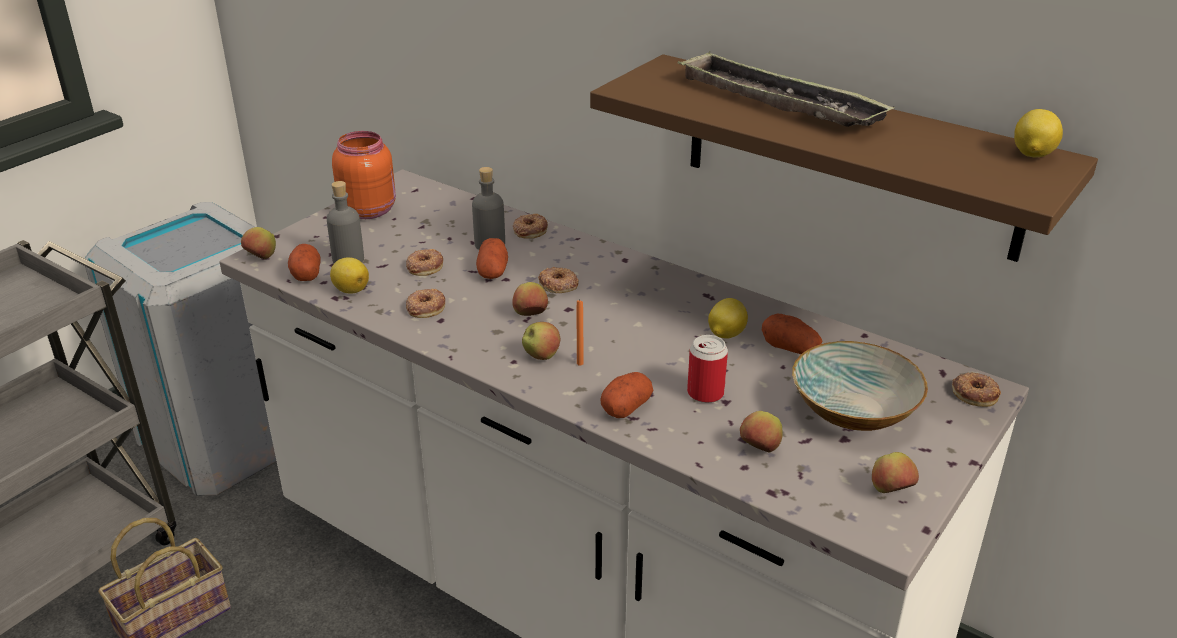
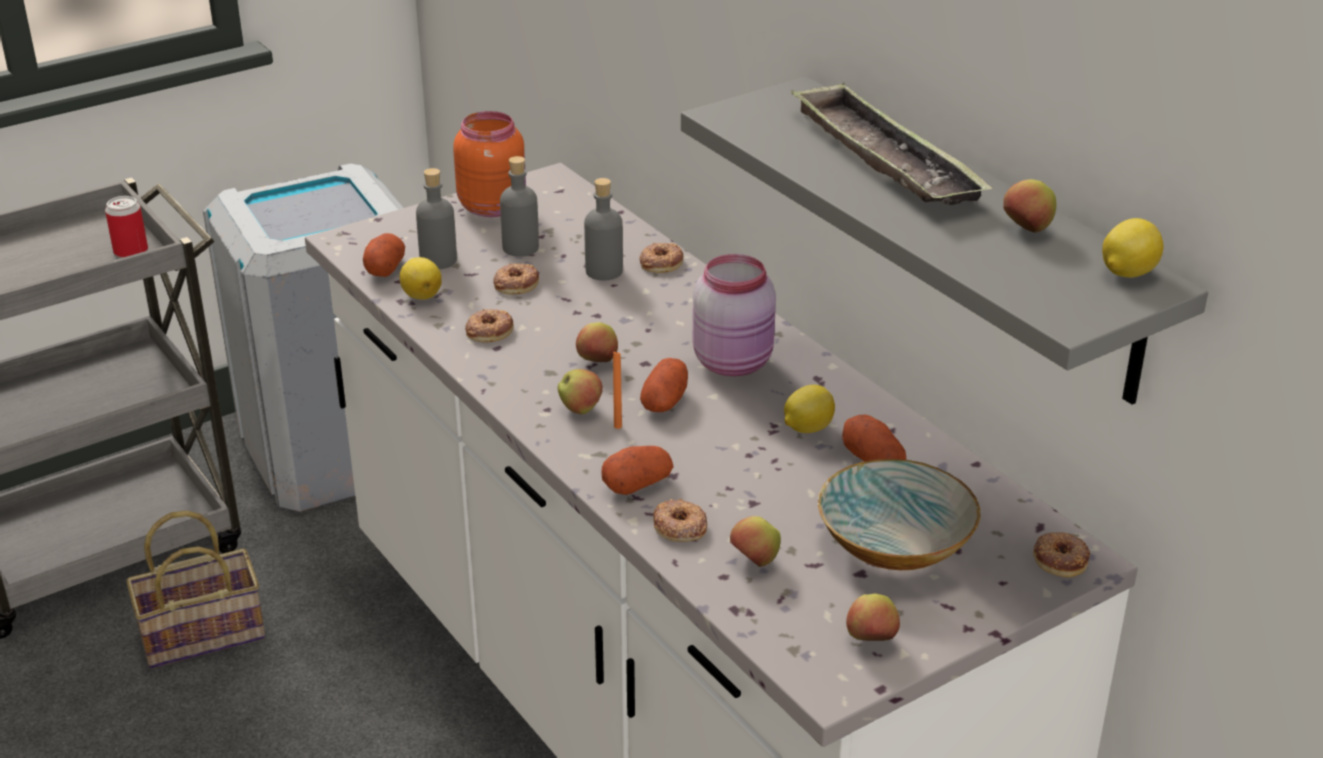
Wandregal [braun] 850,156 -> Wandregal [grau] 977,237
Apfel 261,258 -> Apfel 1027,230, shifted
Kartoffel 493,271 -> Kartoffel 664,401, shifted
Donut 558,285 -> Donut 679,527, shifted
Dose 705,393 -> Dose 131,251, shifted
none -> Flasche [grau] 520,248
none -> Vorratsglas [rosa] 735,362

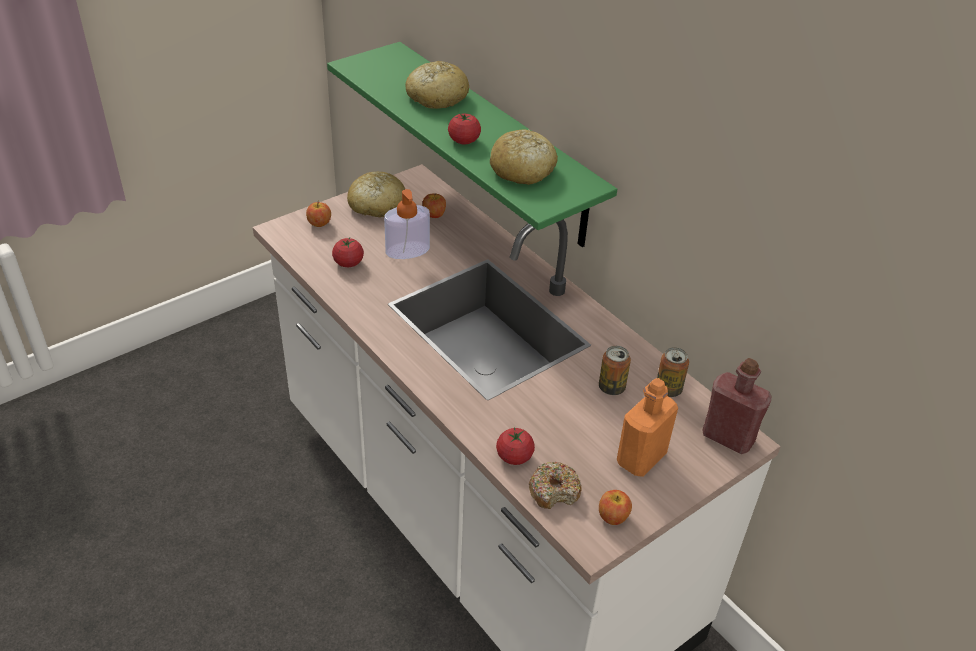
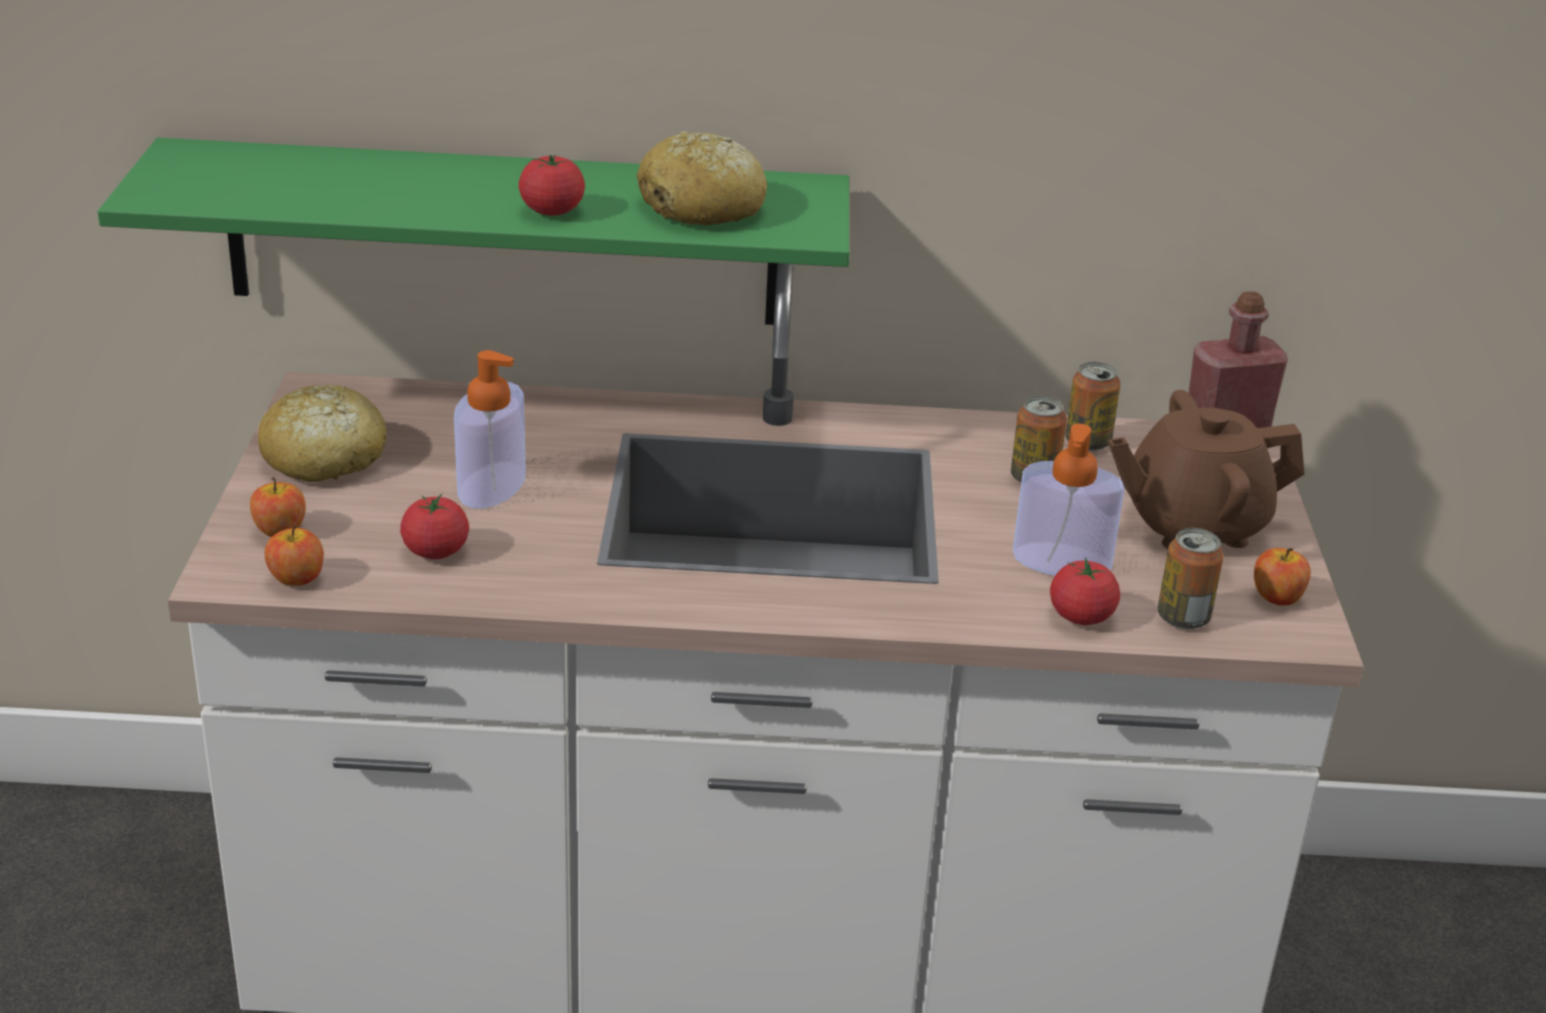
Brot 436,97 -> none
Apfel 434,214 -> Apfel 296,579, shifted
Flasche [orange] 641,458 -> Teekanne [braun] 1192,525
Donut 554,491 -> Dose 1183,618
none -> Seifenspender 1061,561

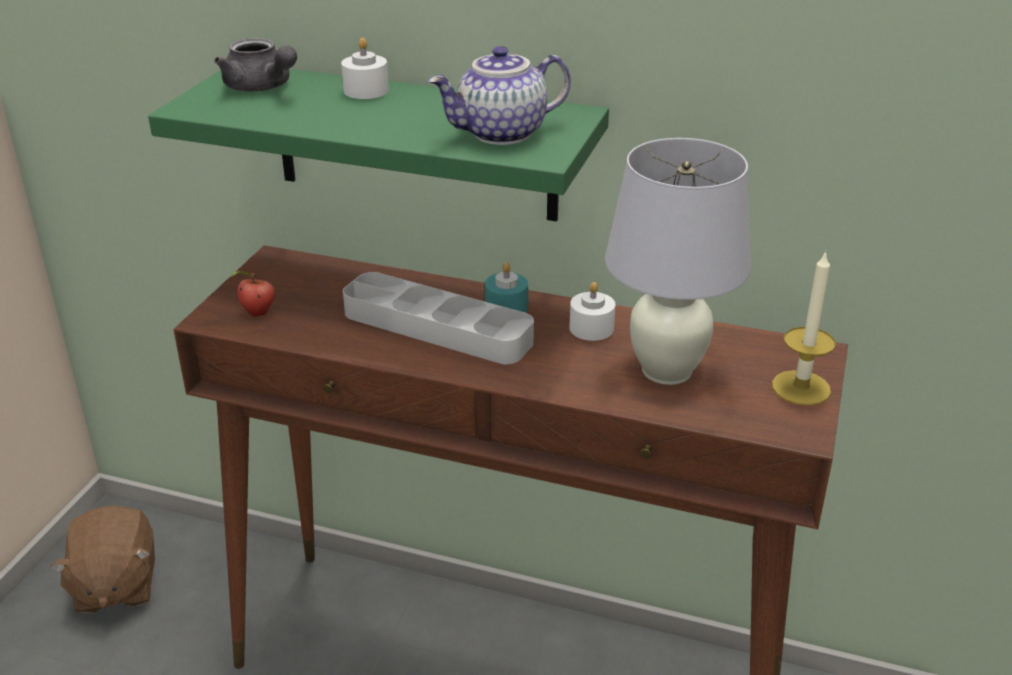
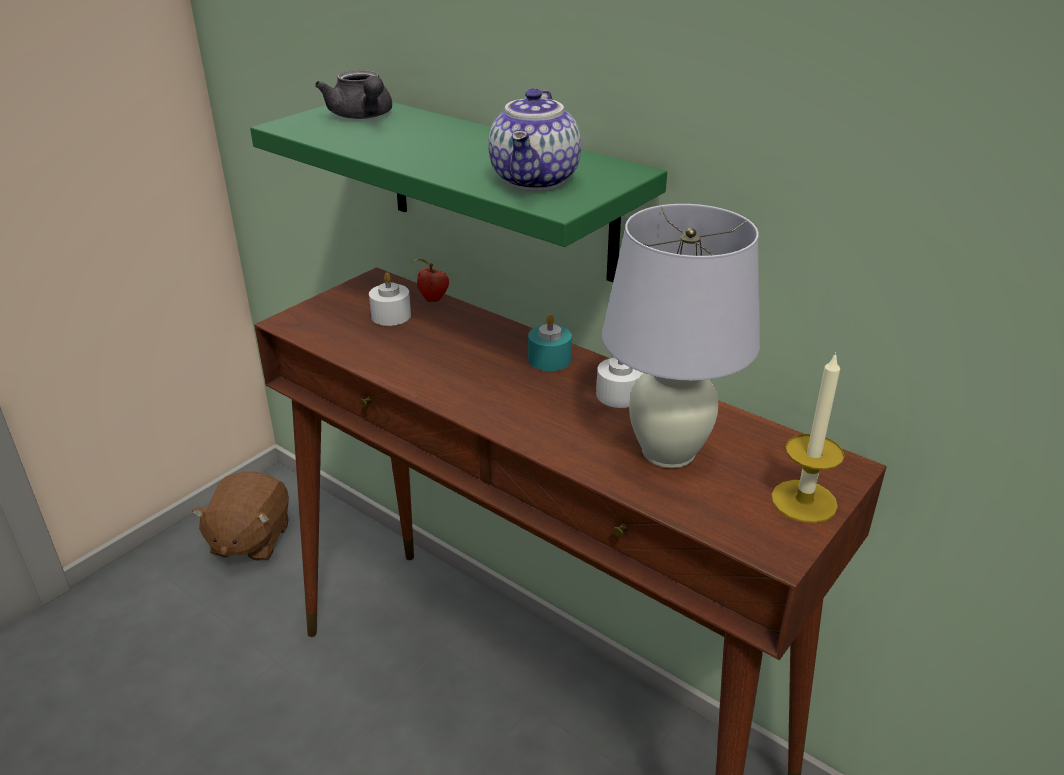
Kerze [weiß] 366,90 -> Kerze [weiß] 391,316, shifted
Teekanne 501,134 -> Teekanne 536,181, 75 degrees counterclockwise
Apfel 257,313 -> Apfel 432,299, shifted
Tablett [grau] 437,327 -> none

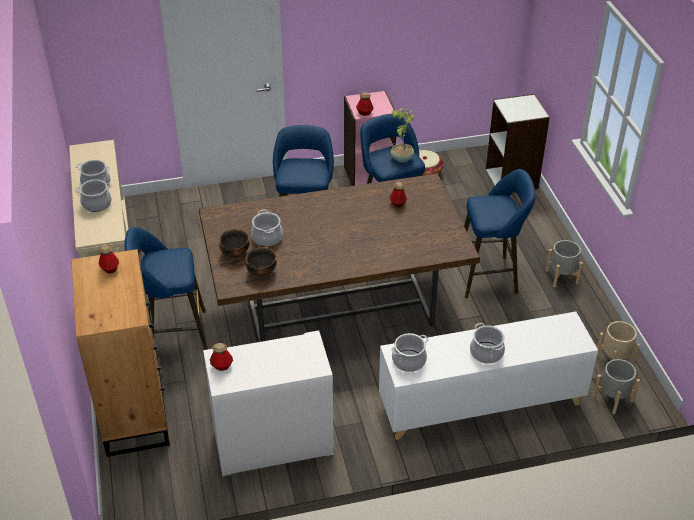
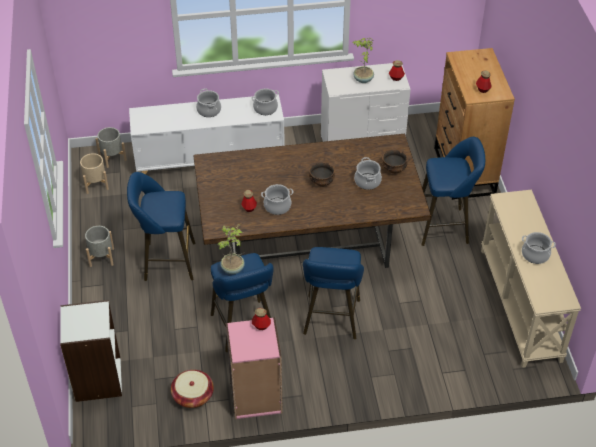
Kochtopf 97,204 -> Kochtopf 277,206, shifted
Schüssel 261,271 -> Schüssel 322,182, shifted
none -> Topfpflanze 362,79

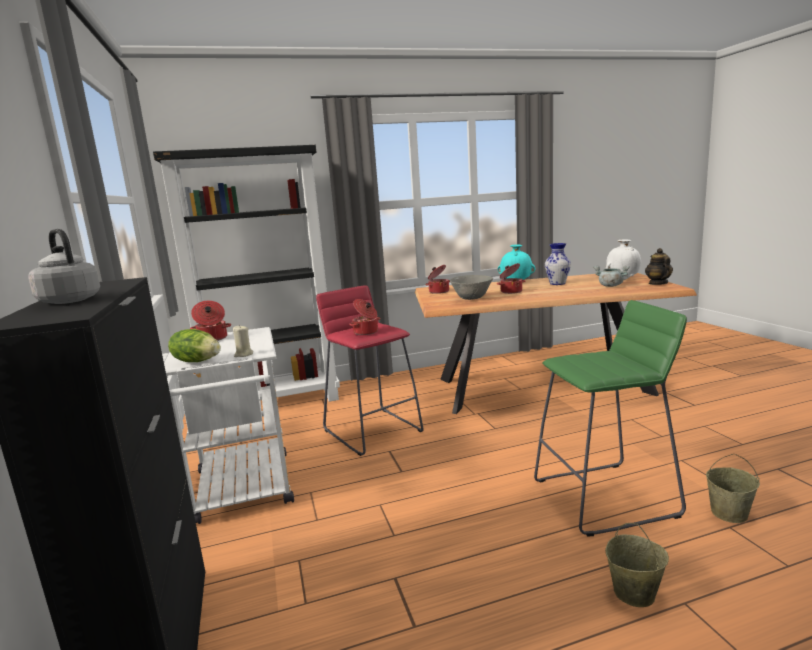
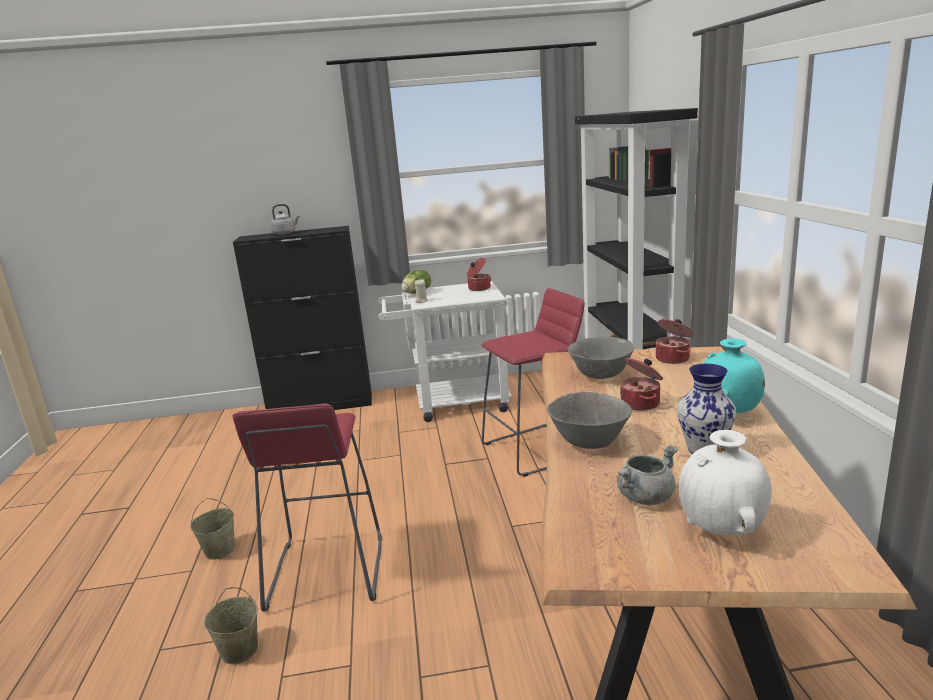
Teekanne 658,283 -> none
Kochtopf 366,332 -> none
Hocker [grün] 606,497 -> Hocker [rot] 325,572
none -> Schüssel [grau] 589,443

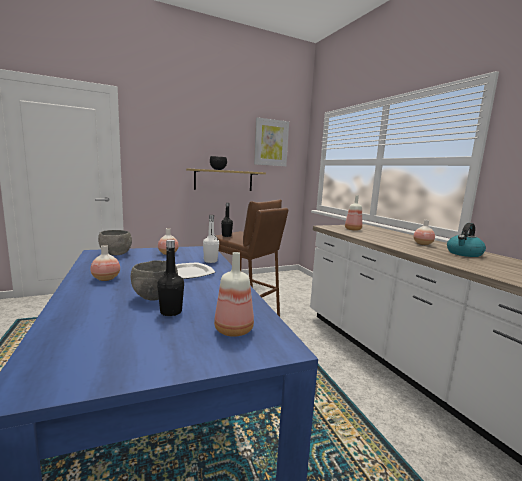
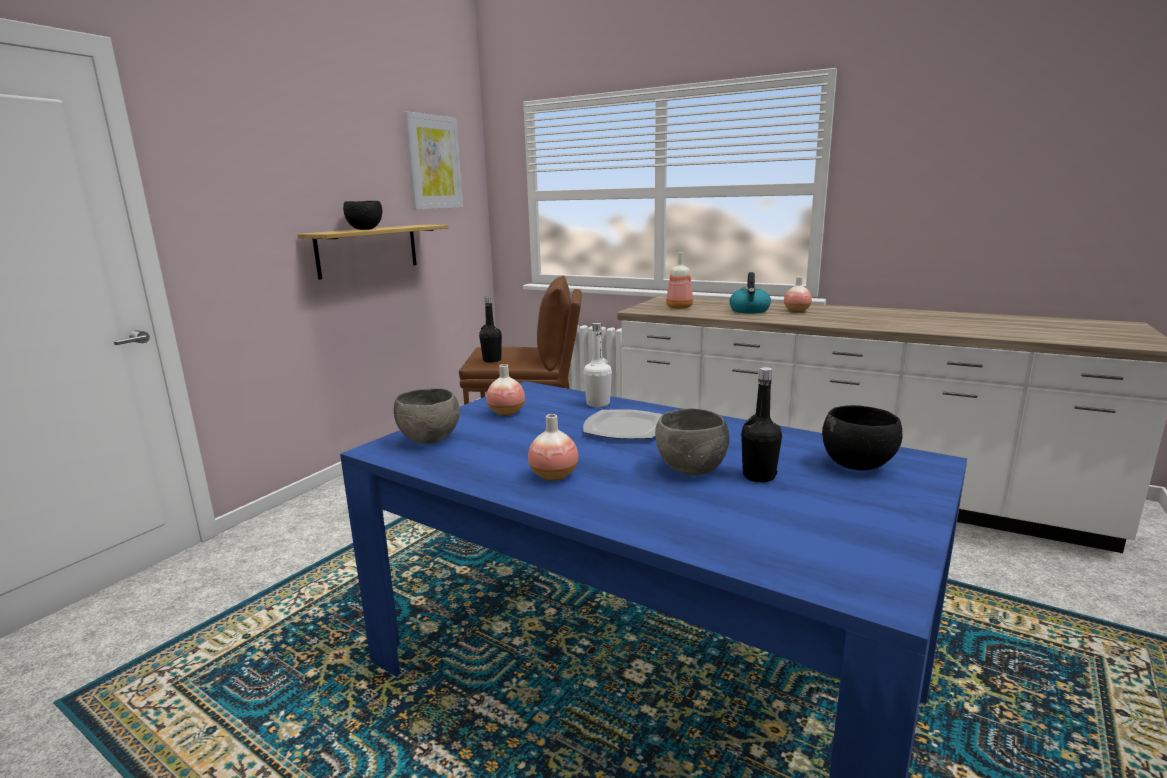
Wasserkessel 464,254 -> Wasserkessel 749,311, shifted
Flasche 233,329 -> Schüssel [schwarz] 857,465

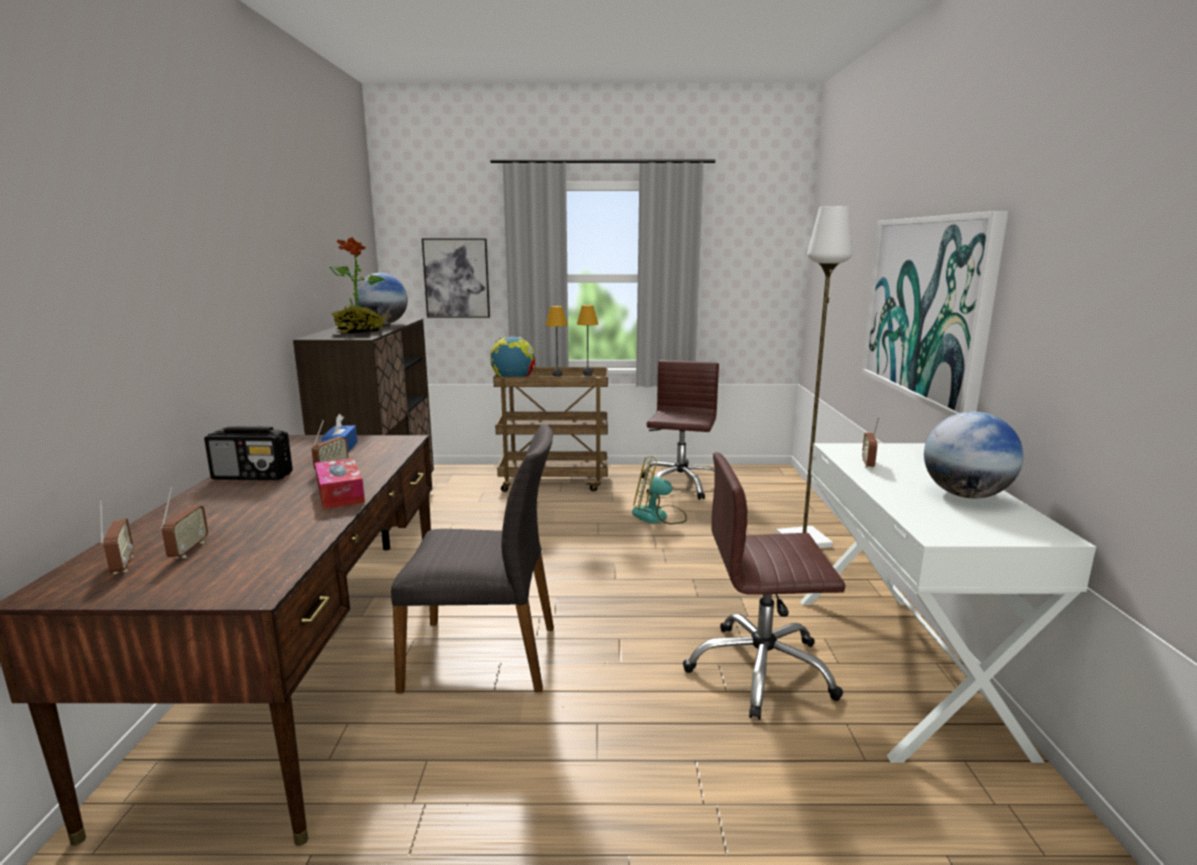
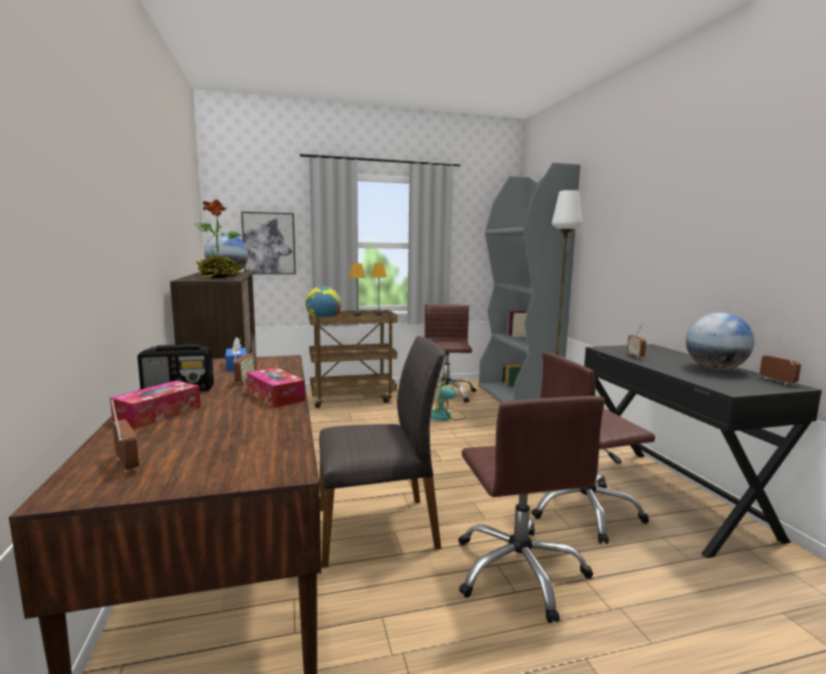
Bild 925,308 -> none
Schreibtisch [weiß] 902,667 -> Schreibtisch [schwarz] 668,496
Radio 188,550 -> Radio 777,381, shifted
none -> Bücherregal [grau] 518,397
none -> Taschentuchbox 158,414
none -> Bürostuhl [braun] 519,571

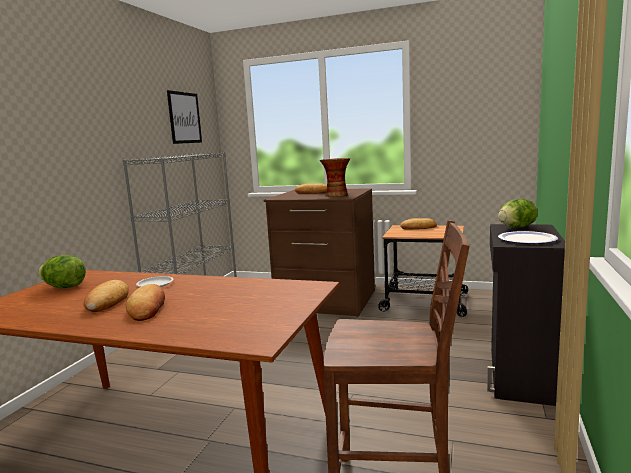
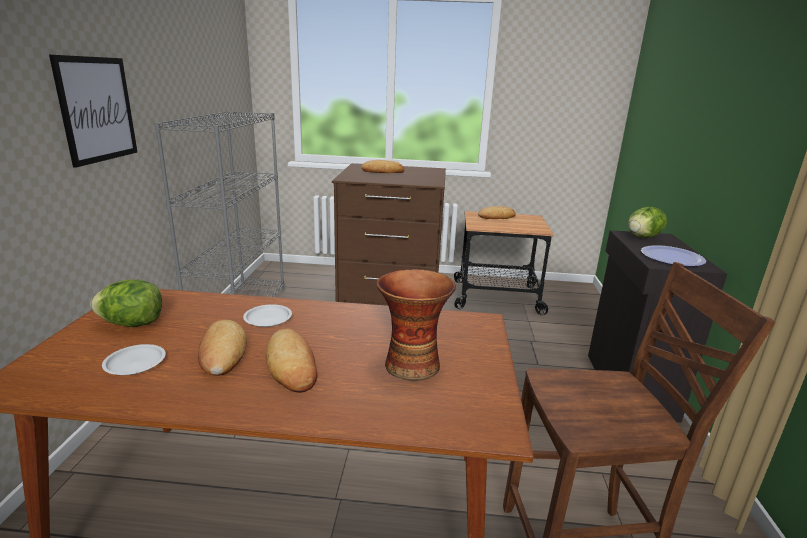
Bild 184,118 -> Bild 97,109, shifted
Vase 336,195 -> Vase 411,364, shifted
none -> Teller [weiß] 134,363

